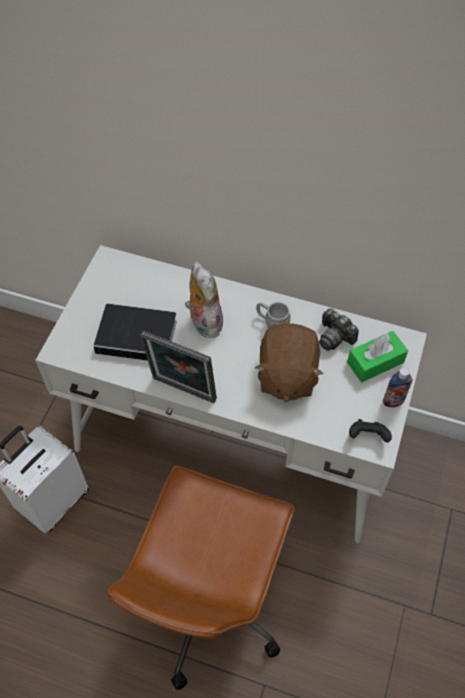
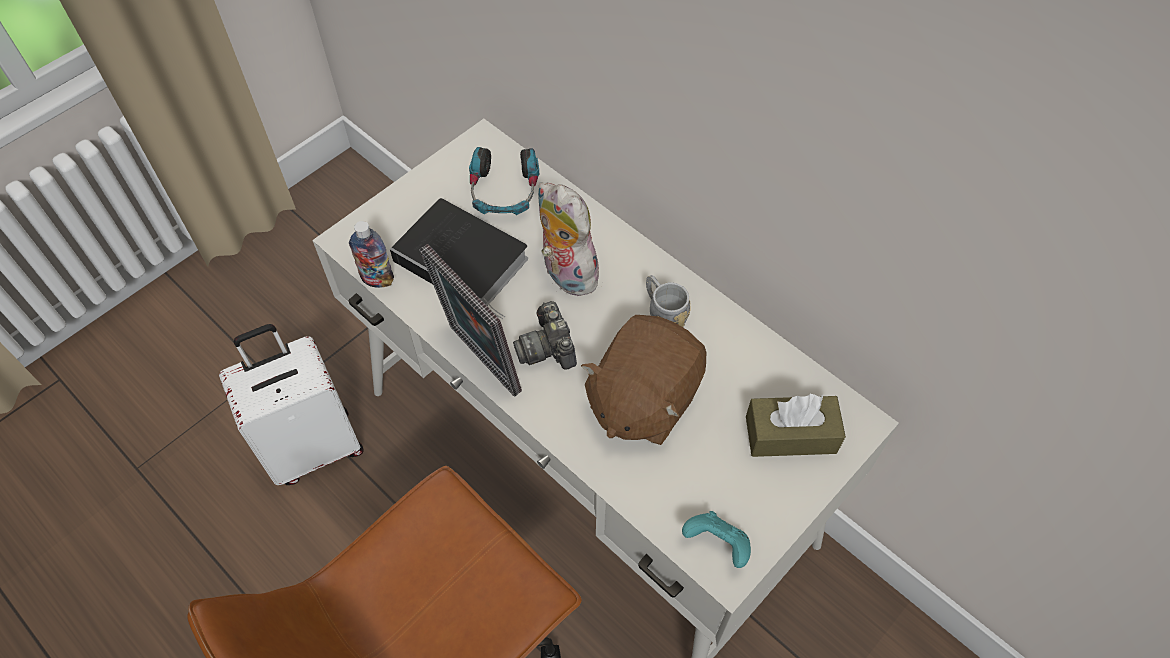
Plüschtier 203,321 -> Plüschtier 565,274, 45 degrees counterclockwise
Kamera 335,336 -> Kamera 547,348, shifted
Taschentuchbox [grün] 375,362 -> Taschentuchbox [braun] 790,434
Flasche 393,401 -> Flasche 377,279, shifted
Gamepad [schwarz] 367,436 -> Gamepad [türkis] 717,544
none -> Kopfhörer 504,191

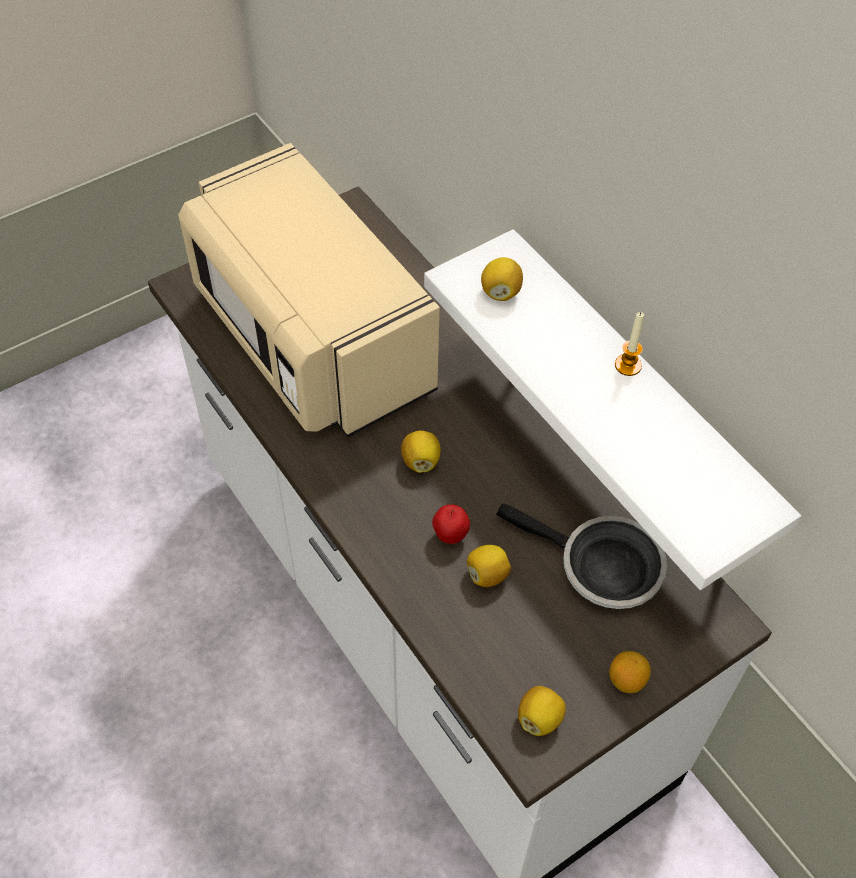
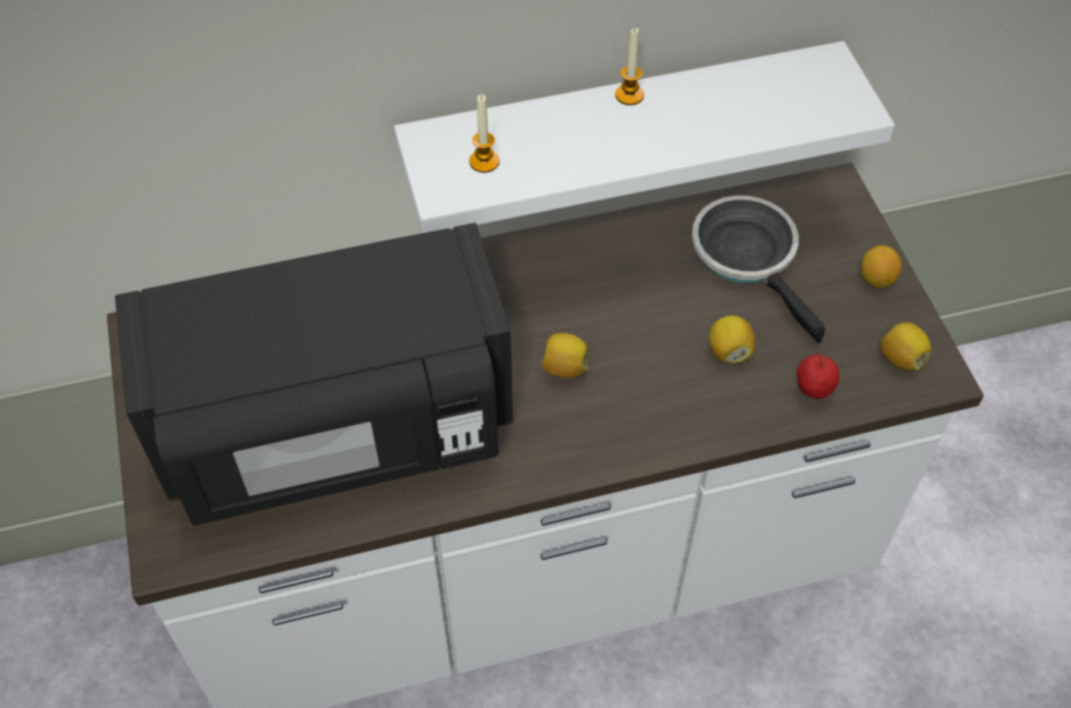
Mikrowelle [beige] 311,339 -> Mikrowelle [schwarz] 337,428
Zitrone 500,292 -> Kerze 484,161
Apfel 450,535 -> Apfel 812,391, shifted
Pfanne 601,567 -> Pfanne 749,257, 75 degrees counterclockwise

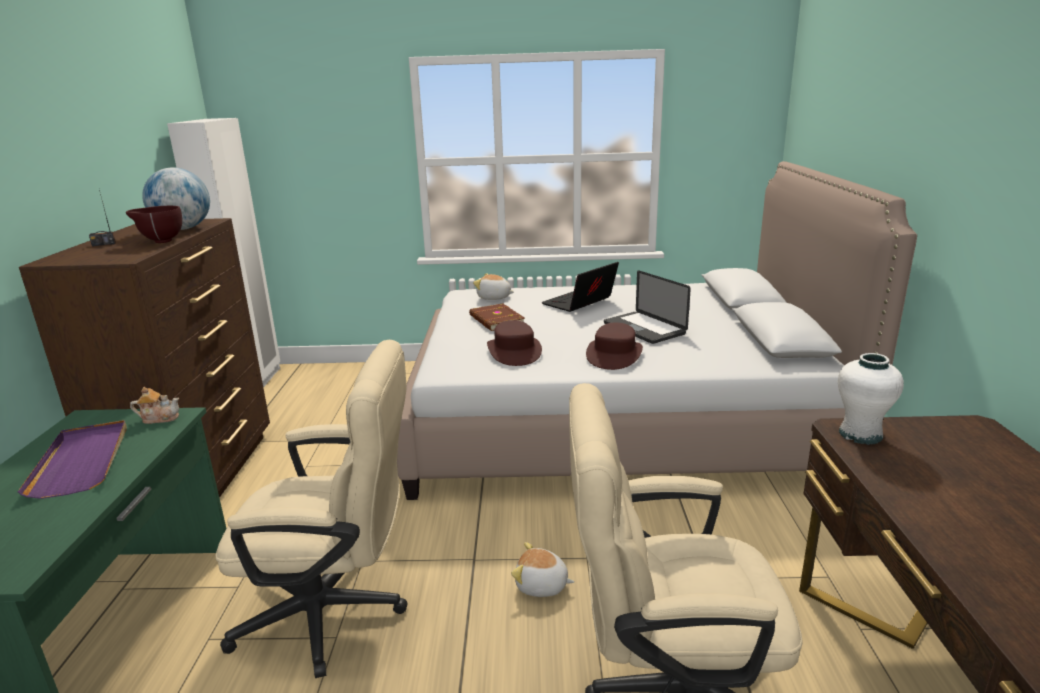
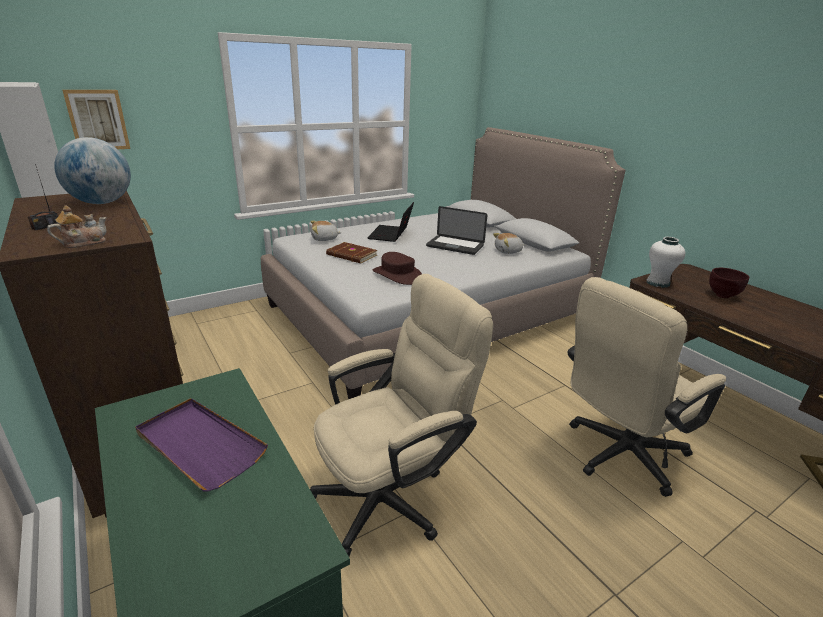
Schüssel [braun] 160,241 -> Schüssel [braun] 722,296, shifted
Hut [braun] 614,355 -> none
Teekanne 160,418 -> Teekanne 83,242, shifted
Plüschtier 541,586 -> Plüschtier 508,251, shifted
none -> Bild 97,120

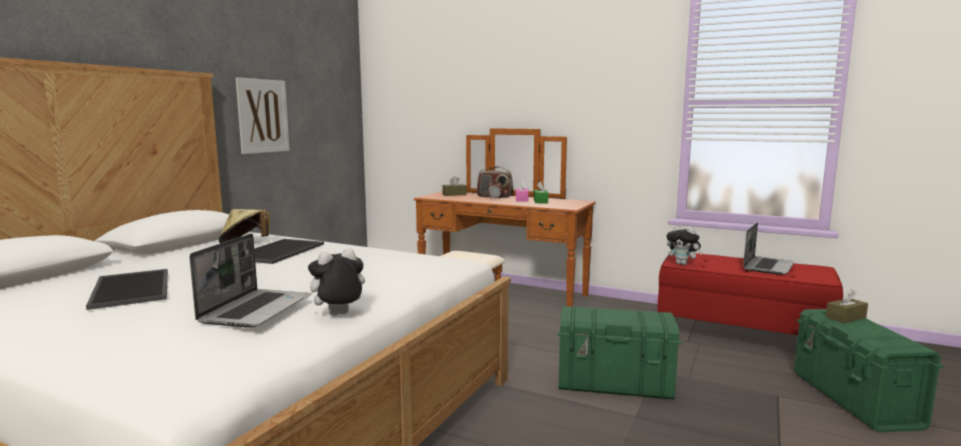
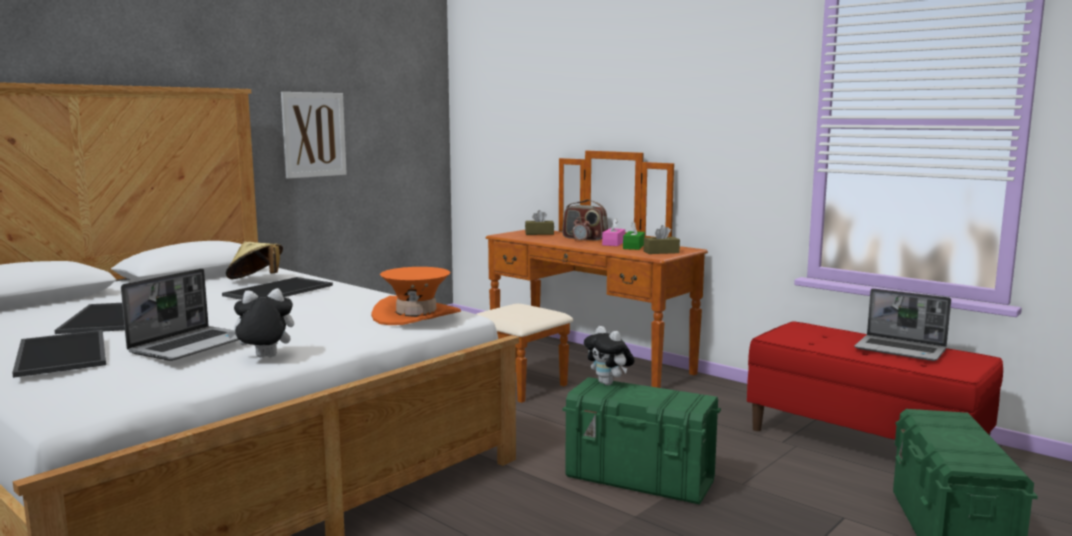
Laptop 767,266 -> Laptop 901,350, 75 degrees clockwise
Plüschtier 683,264 -> Plüschtier 609,383, shifted
Taschentuchbox [braun] 845,317 -> Taschentuchbox [braun] 661,252, shifted
none -> Hut [orange] 416,315
none -> Tablett 64,353

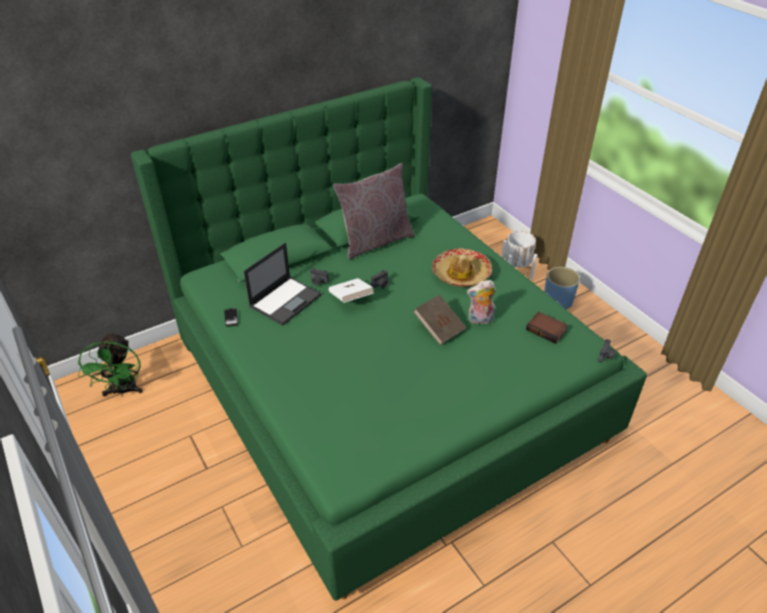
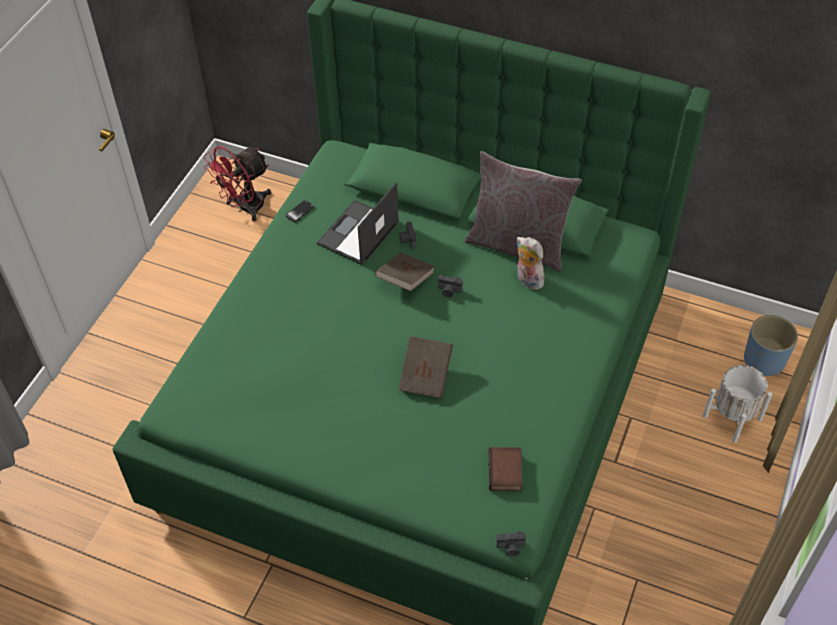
Laptop 286,300 -> Laptop 358,234, 120 degrees clockwise
Hut 461,274 -> none
Pflanzkübel [blau] 558,301 -> Pflanzkübel [blau] 764,361, shifted
Buch [weiß] 351,298 -> Buch [braun] 405,280
Plüschtier 480,320 -> Plüschtier 527,280, shifted
Ventilator [grün] 123,391 -> Ventilator [rot] 245,208

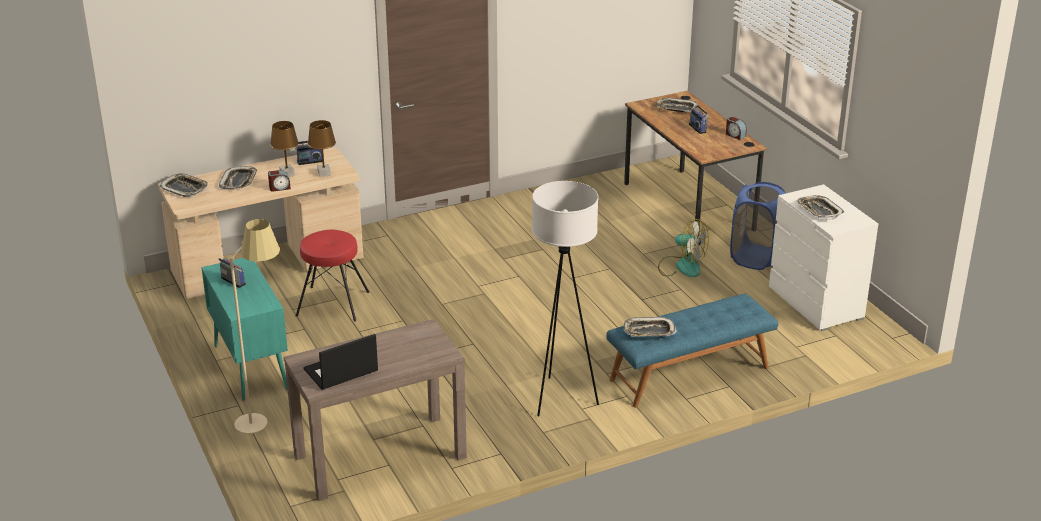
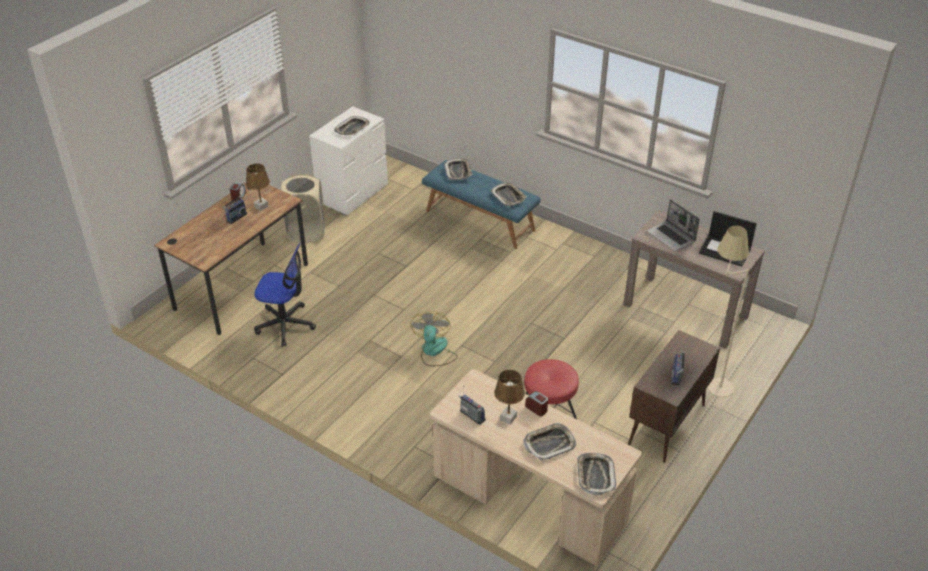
Tablett 676,108 -> Tablett 458,172, shifted
Tischlampe [braun] 324,173 -> Tischlampe [braun] 261,206, shifted
Stehlampe [weiß] 561,398 -> none
Wäschekorb [blau] 756,257 -> Wäschekorb [beige] 306,232
Ventilator 681,266 -> Ventilator 434,351, shifted
Schrank [türkis] 250,366 -> Schrank [braun] 666,425
none -> Laptop 671,237
none -> Bürostuhl 285,324

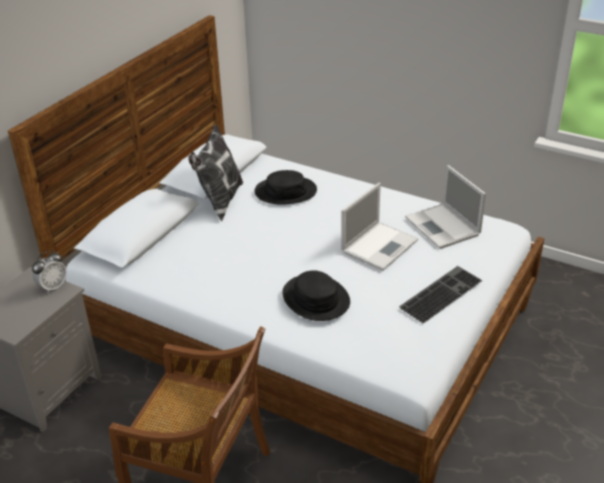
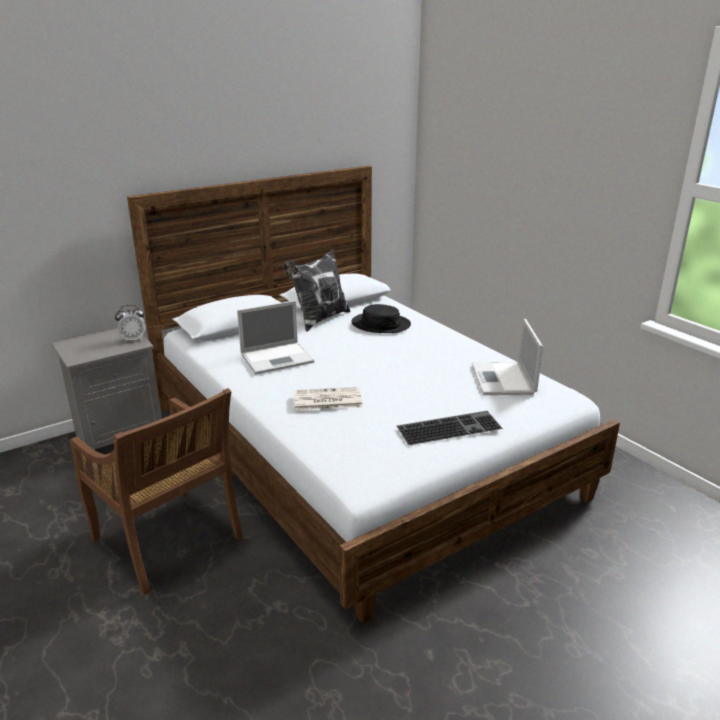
Laptop 380,245 -> Laptop 278,358, shifted
Hut [schwarz] 315,299 -> Zeitung 326,400

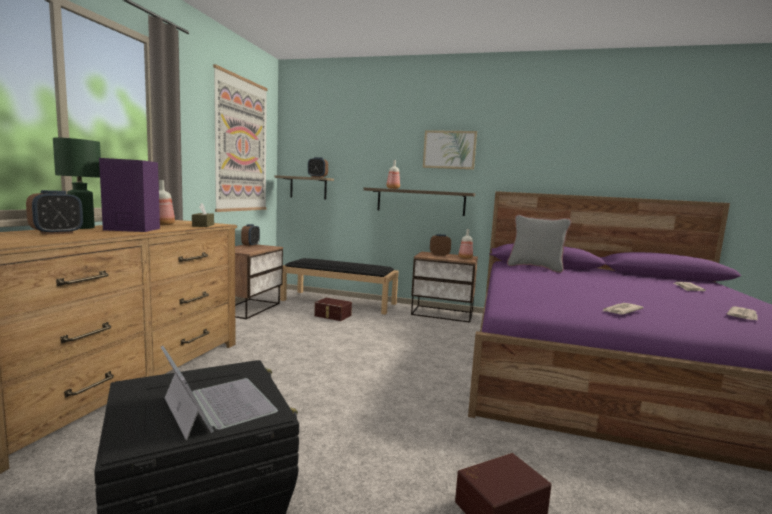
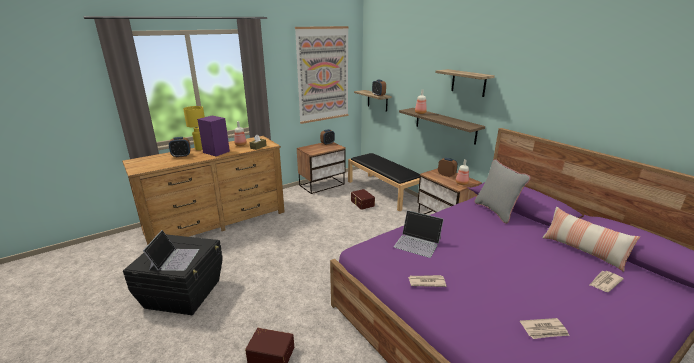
Bild 449,150 -> Wandregal 468,83
Tischlampe [grün] 81,228 -> Tischlampe [gelb] 200,148
none -> Kissen 583,250
none -> Laptop 418,242

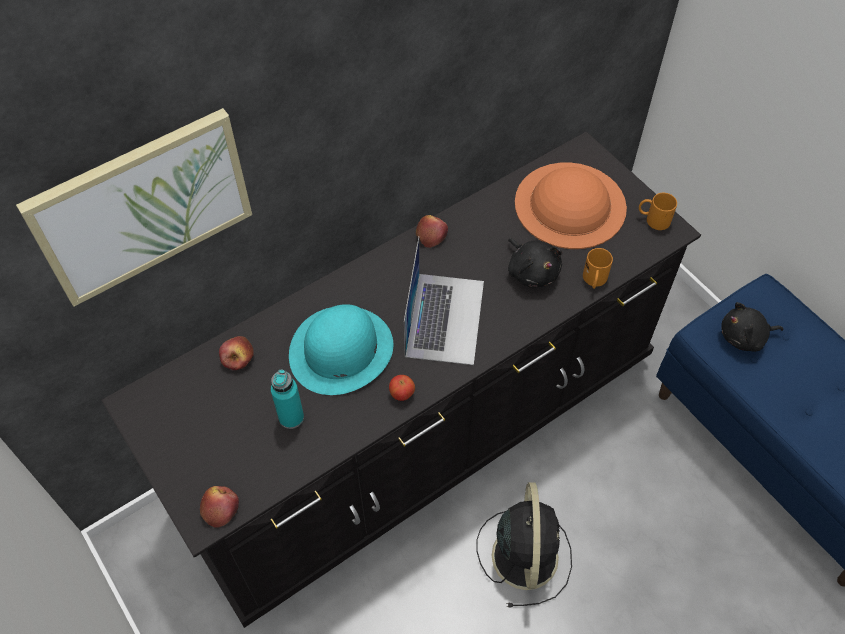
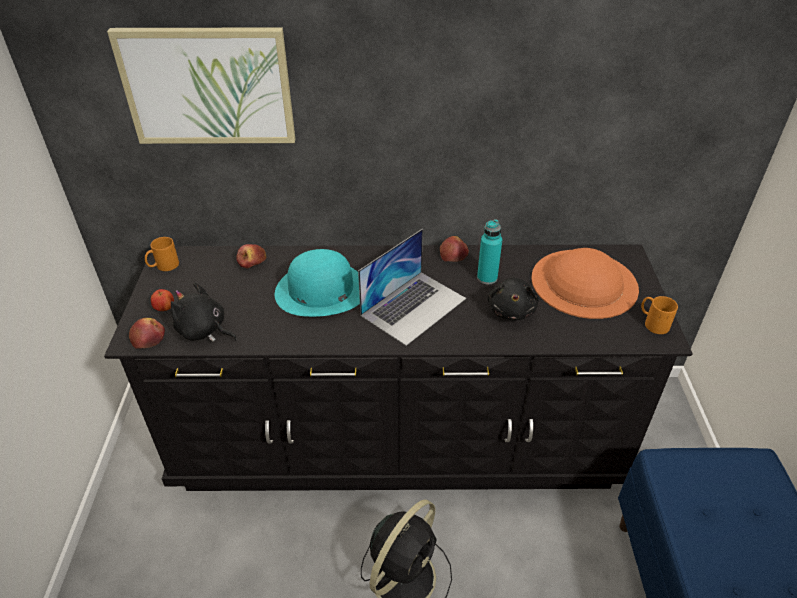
Henkelbecher [orange] 594,281 -> Henkelbecher [orange] 163,266, shifted
Plüschtier [schwarz] 744,337 -> Plüschtier [schwarz] 204,331, shifted
Flasche [türkis] 291,417 -> Flasche [türkis] 487,278, shifted
Apfel 402,394 -> Apfel 165,308, shifted

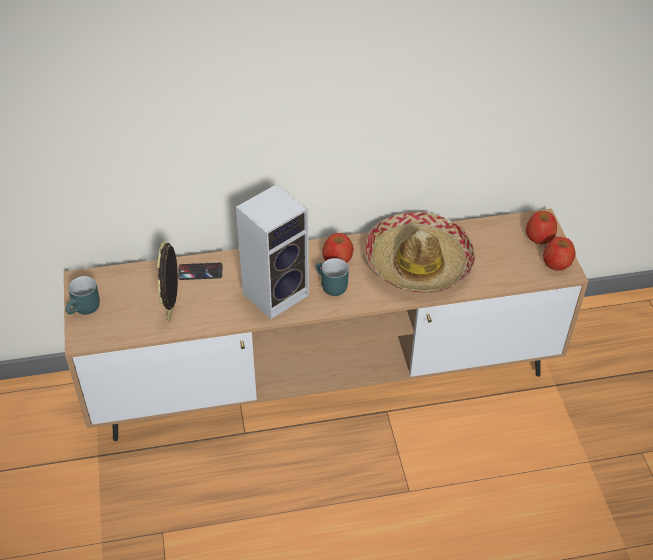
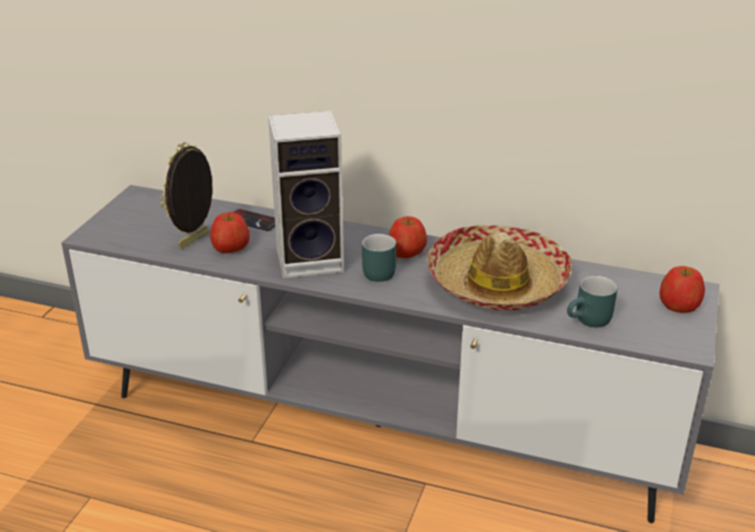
Fernsehschrank [braun] 324,379 -> Fernsehschrank [grau] 378,425
Apfel 557,263 -> Apfel 230,247, shifted
Henkelbecher [türkis] 85,309 -> Henkelbecher [türkis] 590,321, shifted

